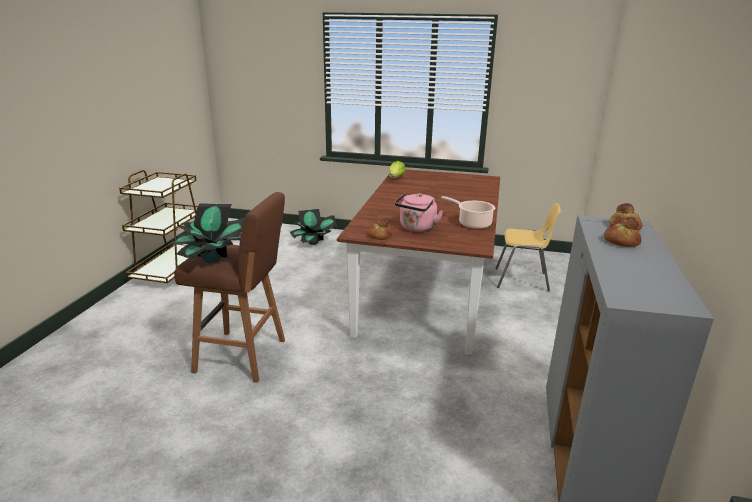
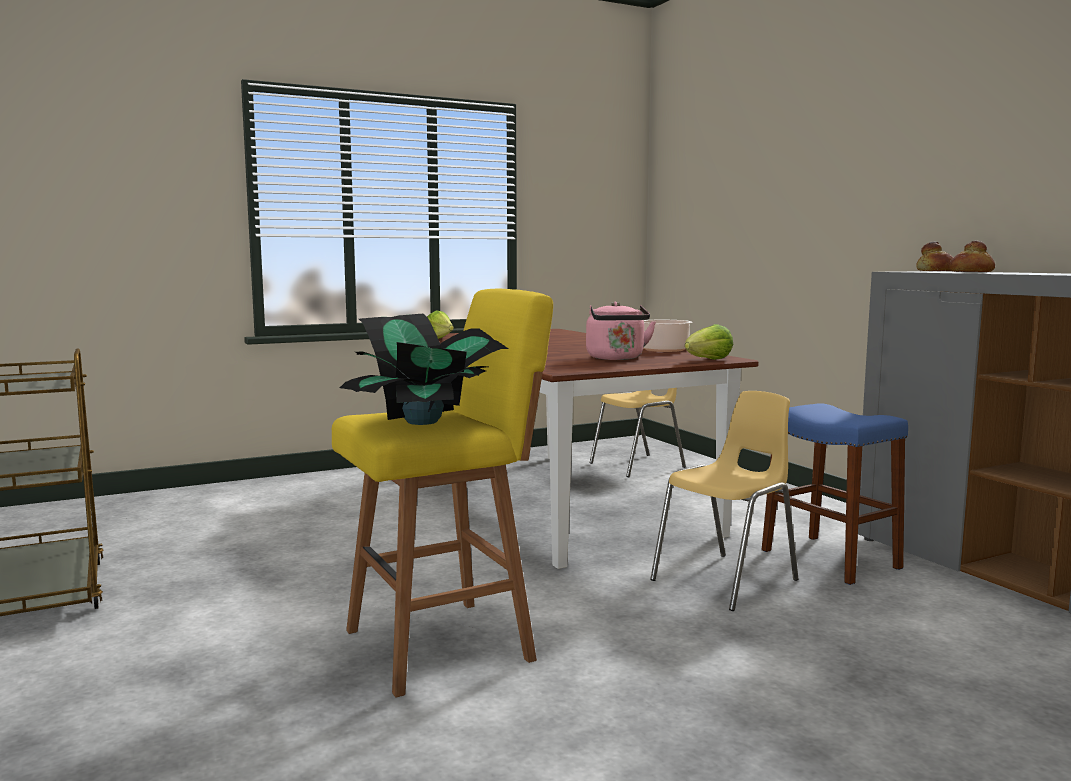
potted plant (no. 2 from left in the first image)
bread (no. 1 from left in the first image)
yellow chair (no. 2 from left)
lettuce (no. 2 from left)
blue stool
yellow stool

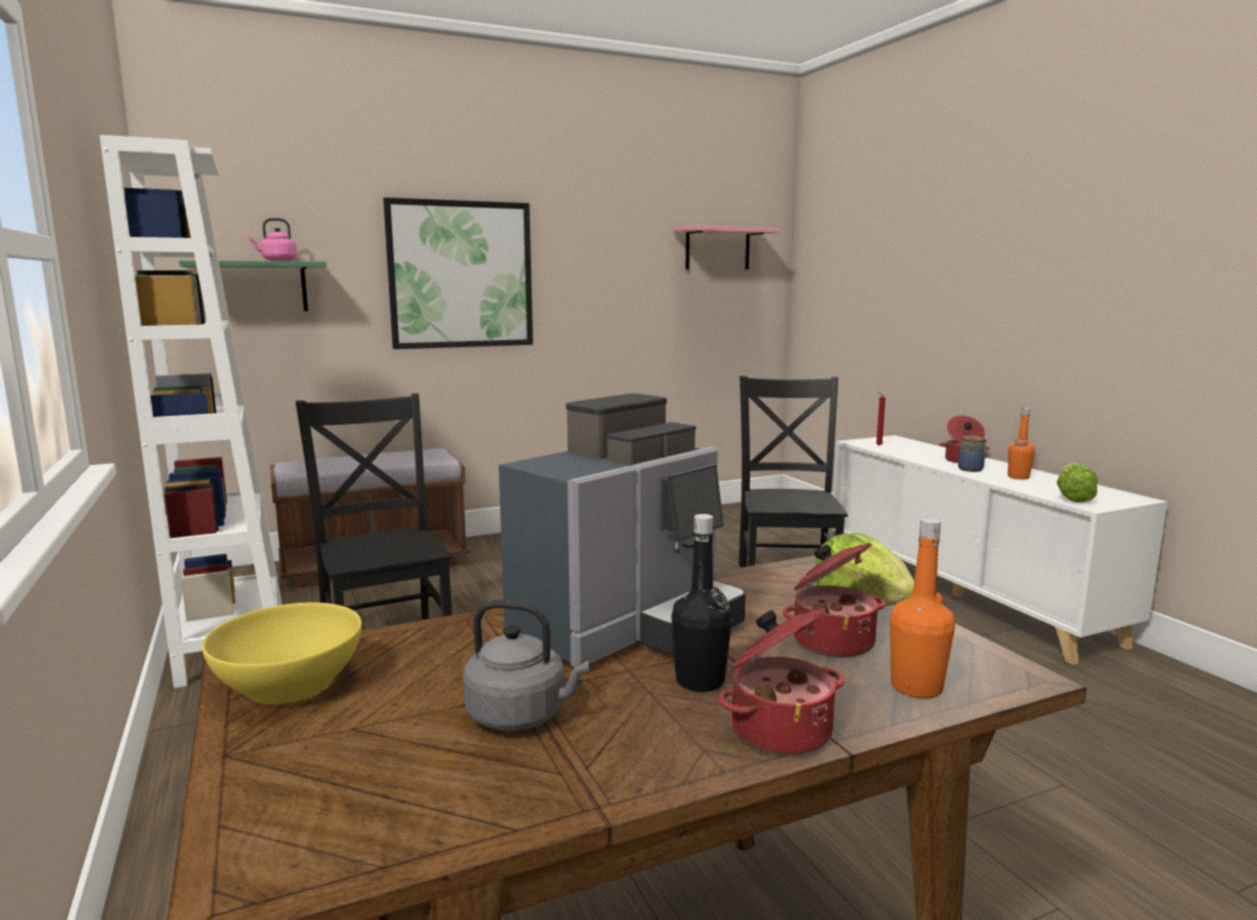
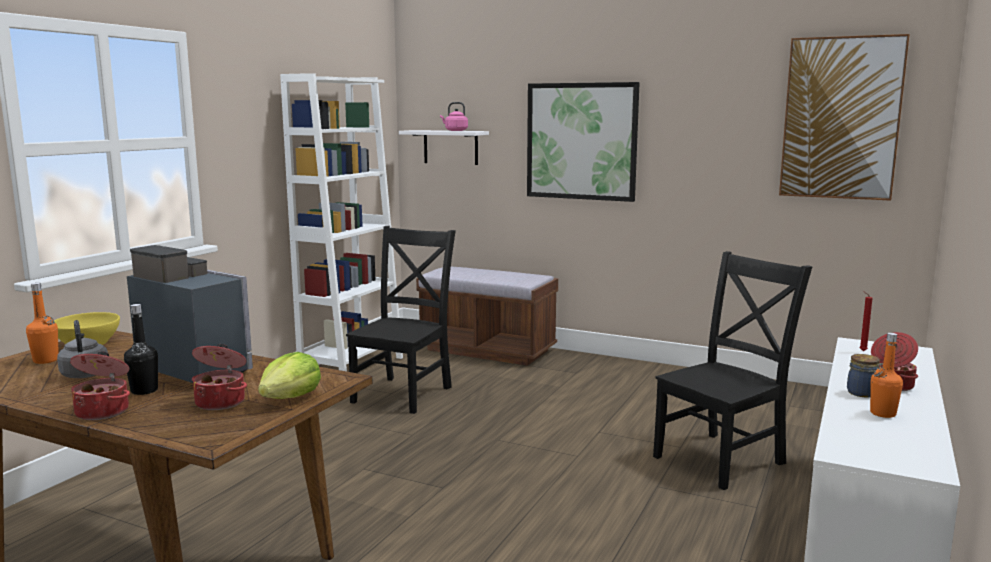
lettuce (no. 2 from left in the first image)
orange bottle (no. 1 from left)
picture (no. 2 from left)
white shelf
coffee machine

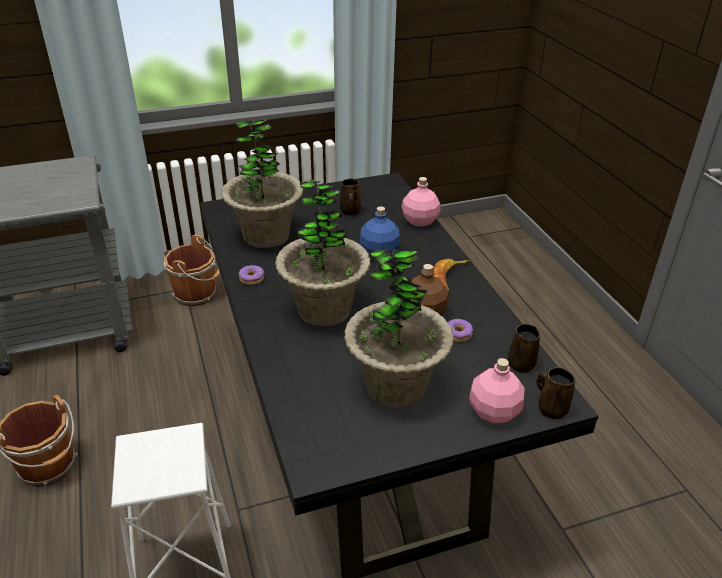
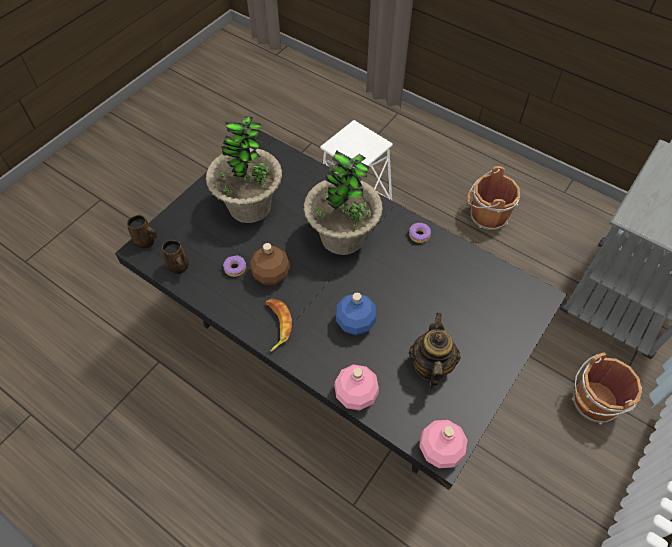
potted plant (no. 1 from left in the first image)
pink bottle (no. 2 from left)
teapot

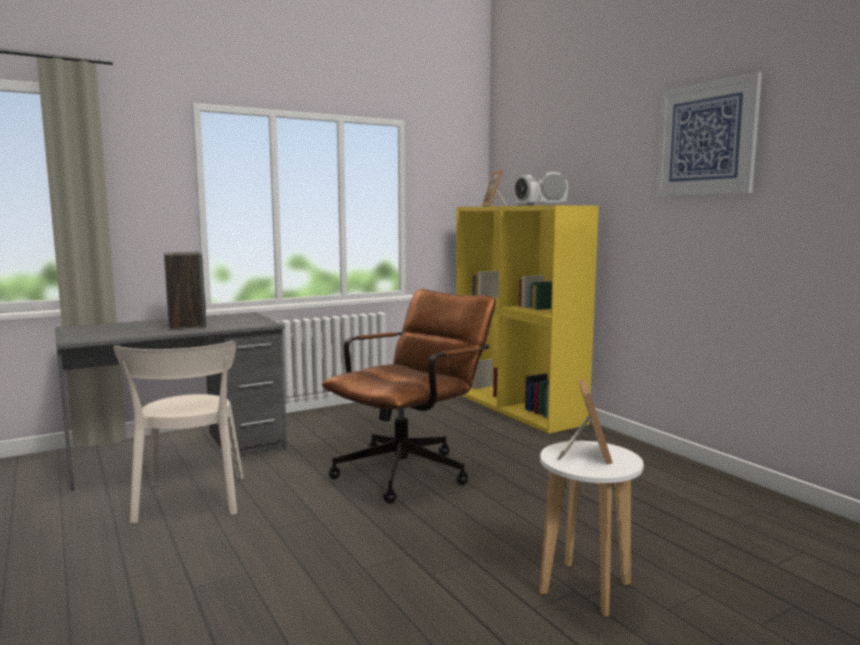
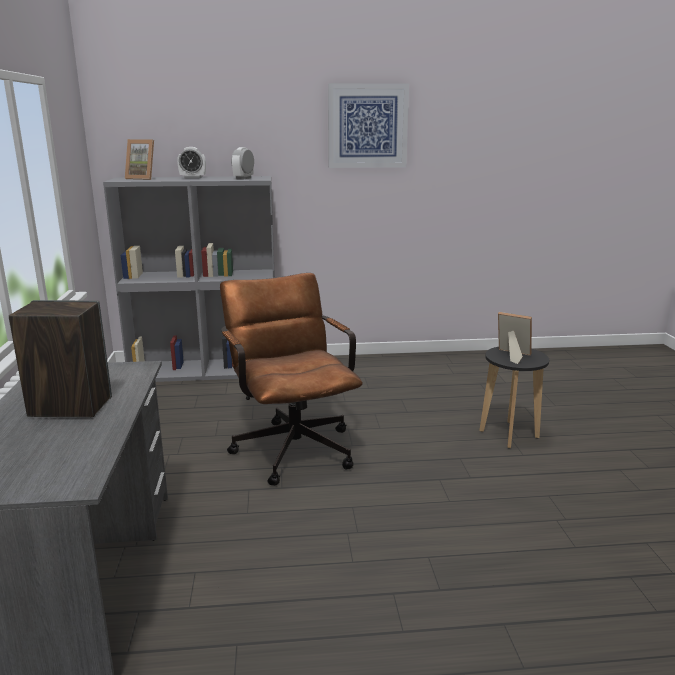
beige chair
grey bookcase
black stool

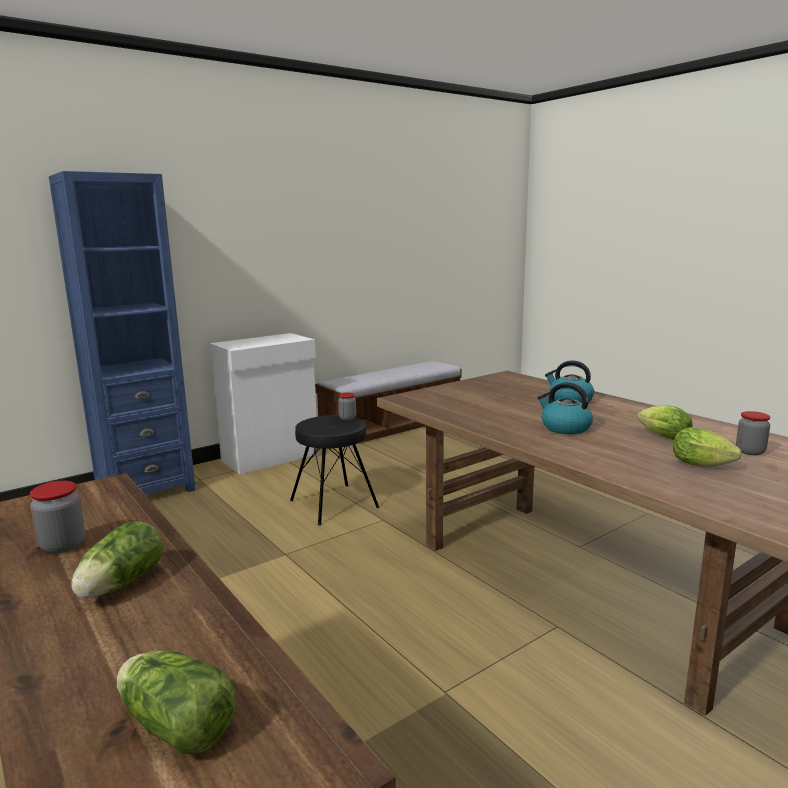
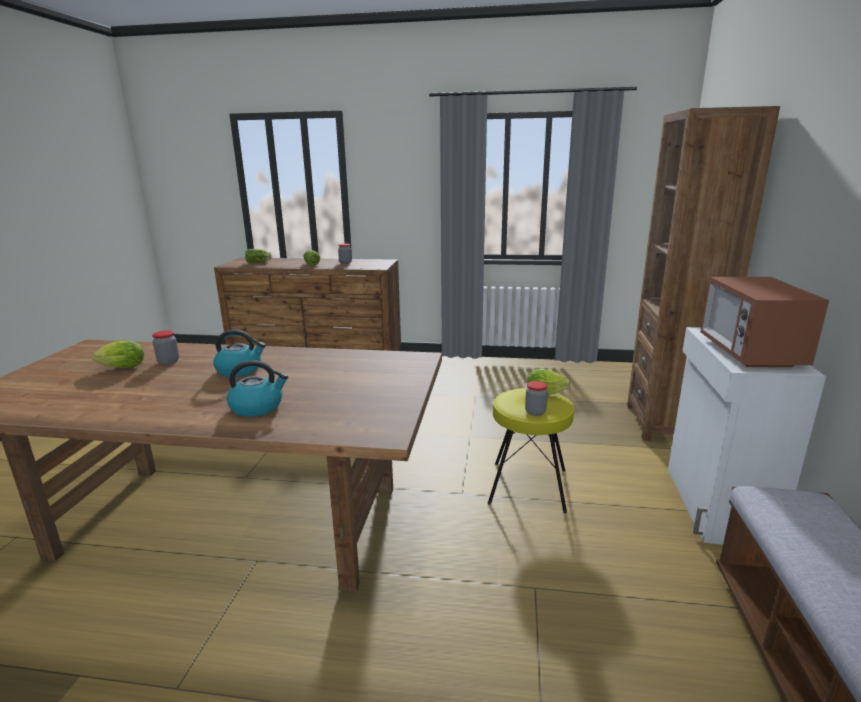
microwave
lettuce (no. 4 from left)
jar (no. 1 from left)
brown bookcase
yellow stool

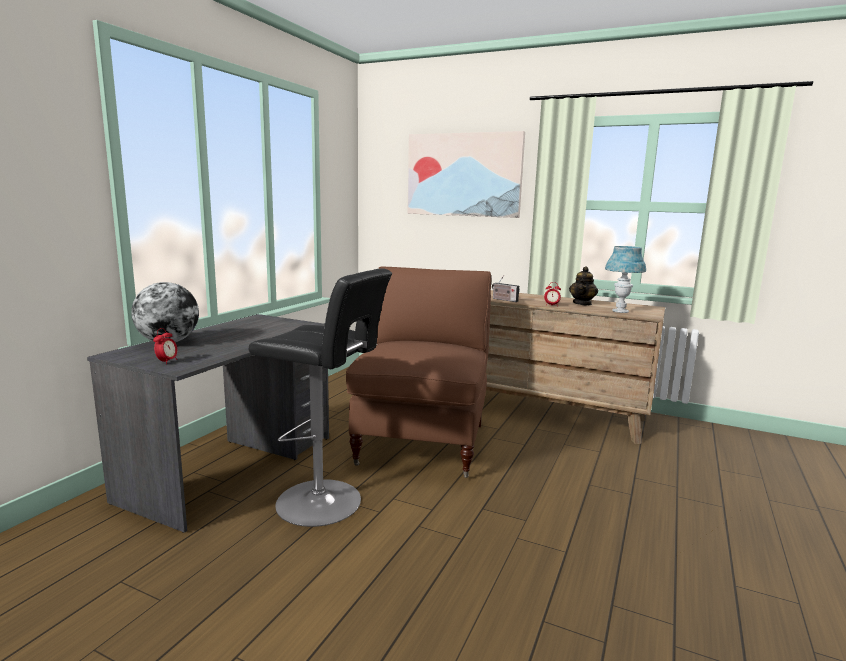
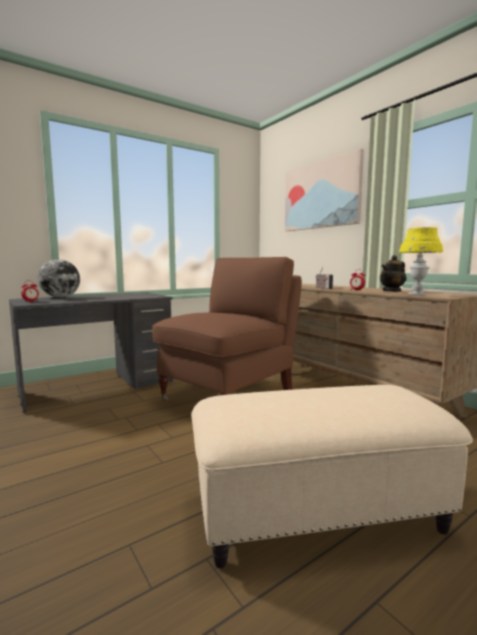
black stool
beige ottoman
yellow table lamp

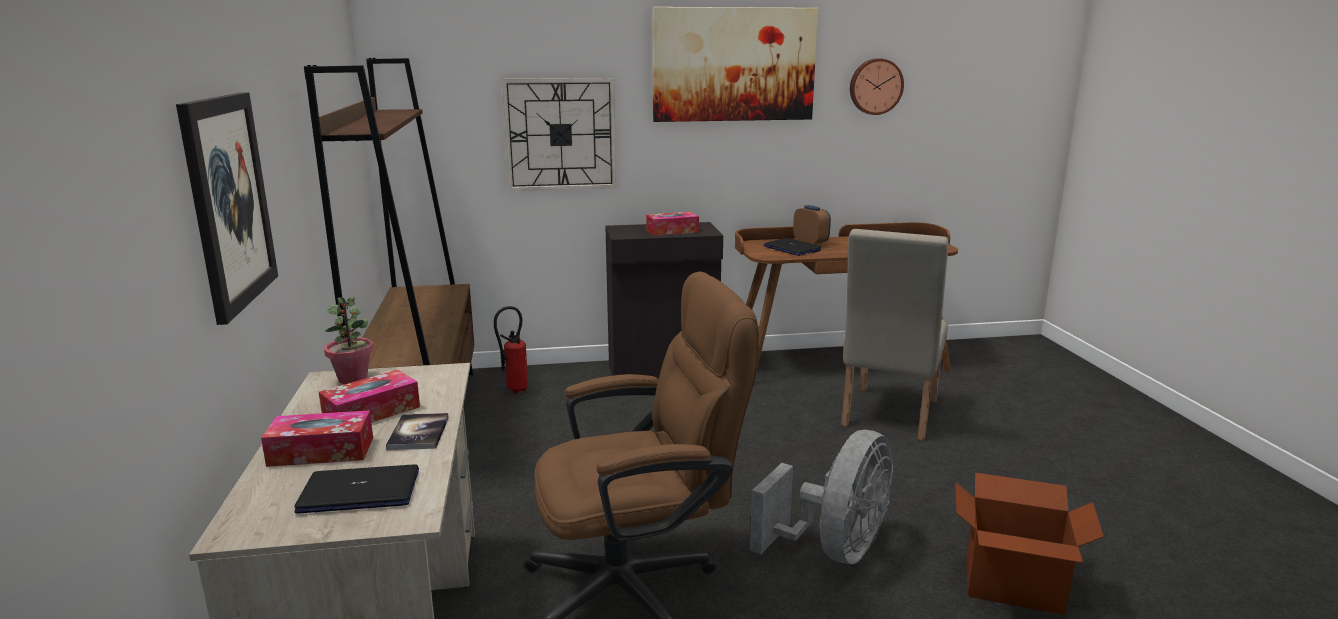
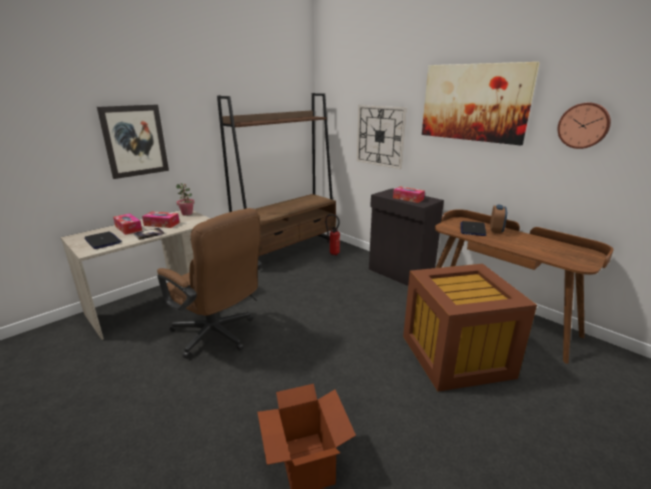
grey fan
brown storage box

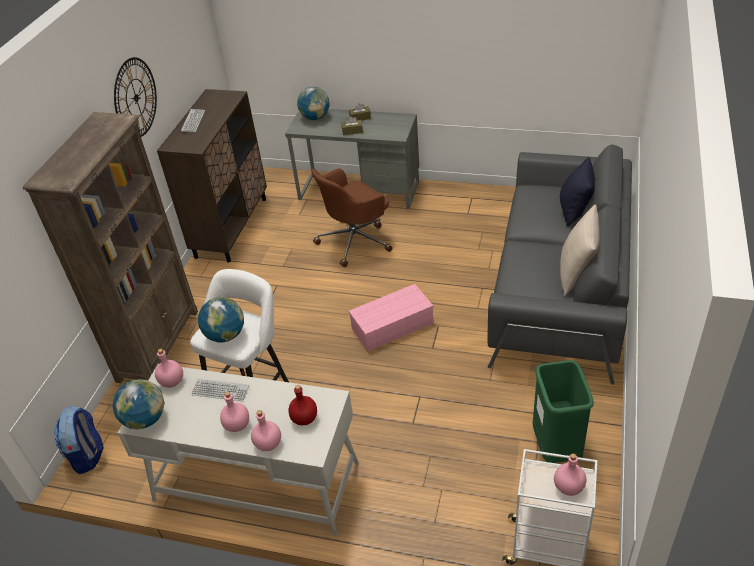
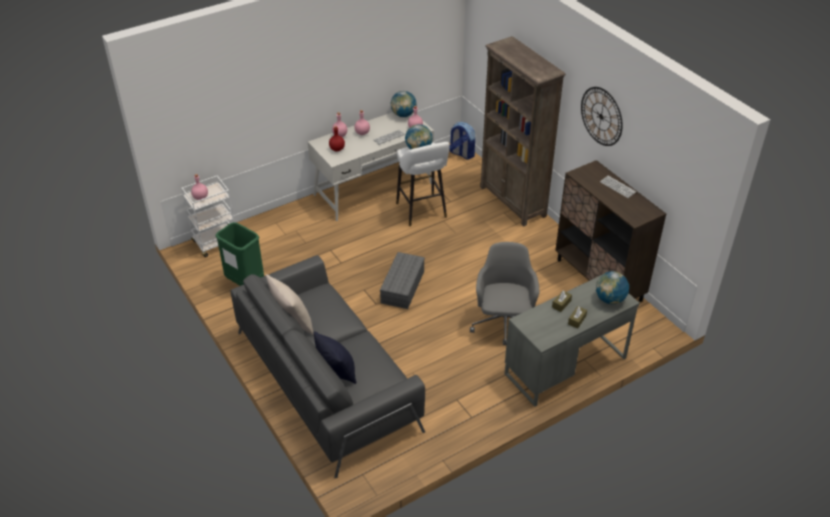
grey office chair
grey storage box

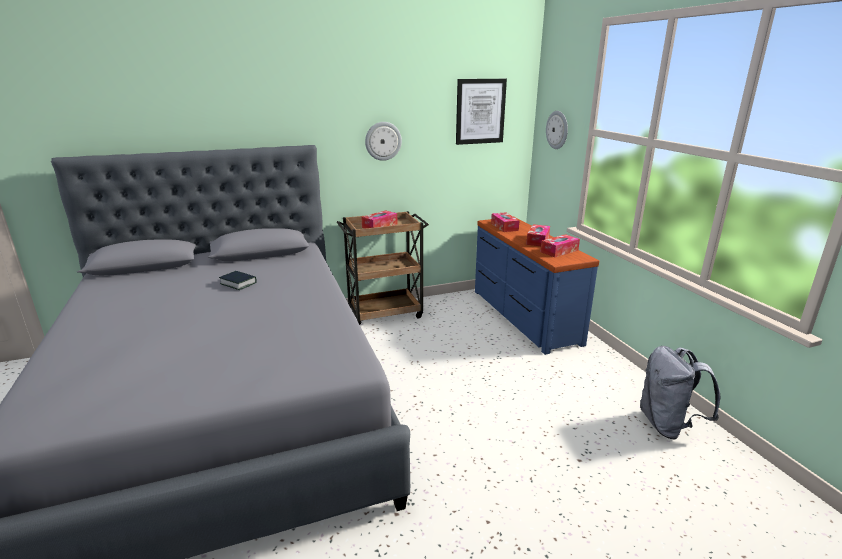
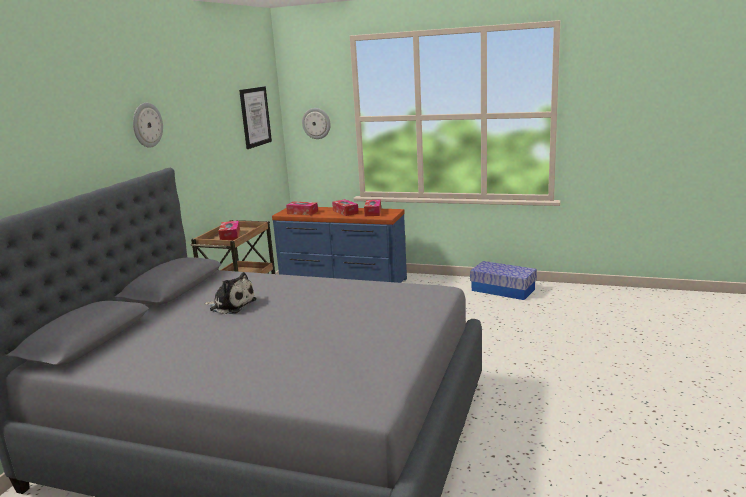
wall clock (no. 1 from left)
plush toy
storage box

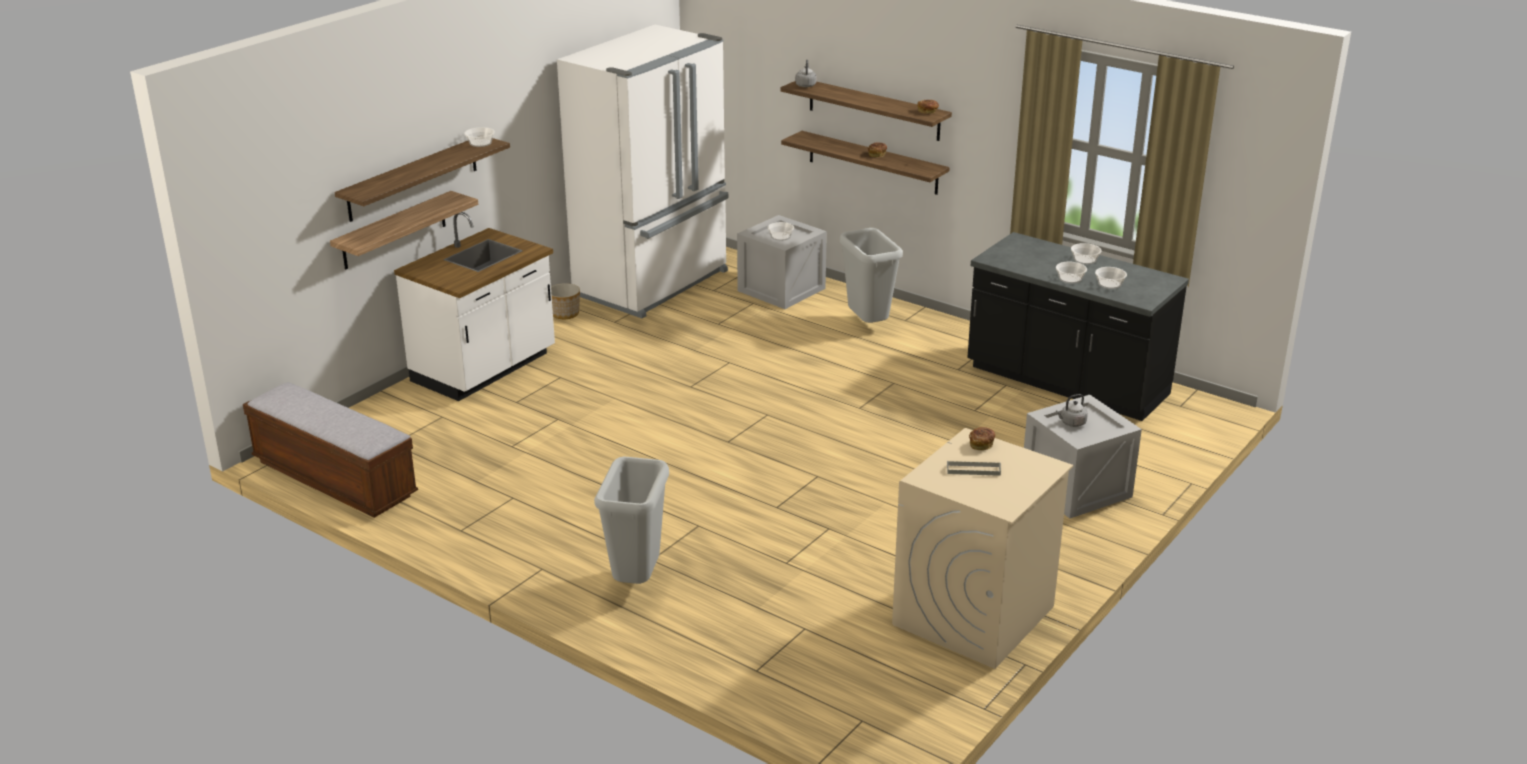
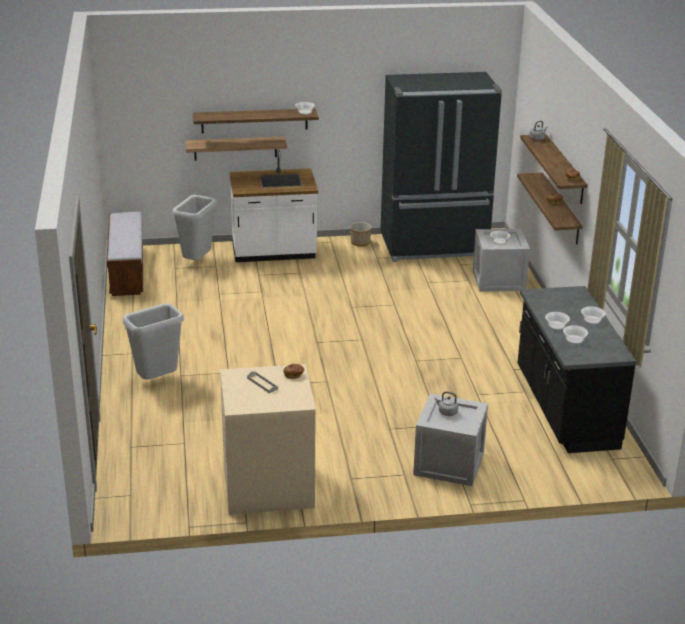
grey trash can (no. 2 from left)
black fridge

